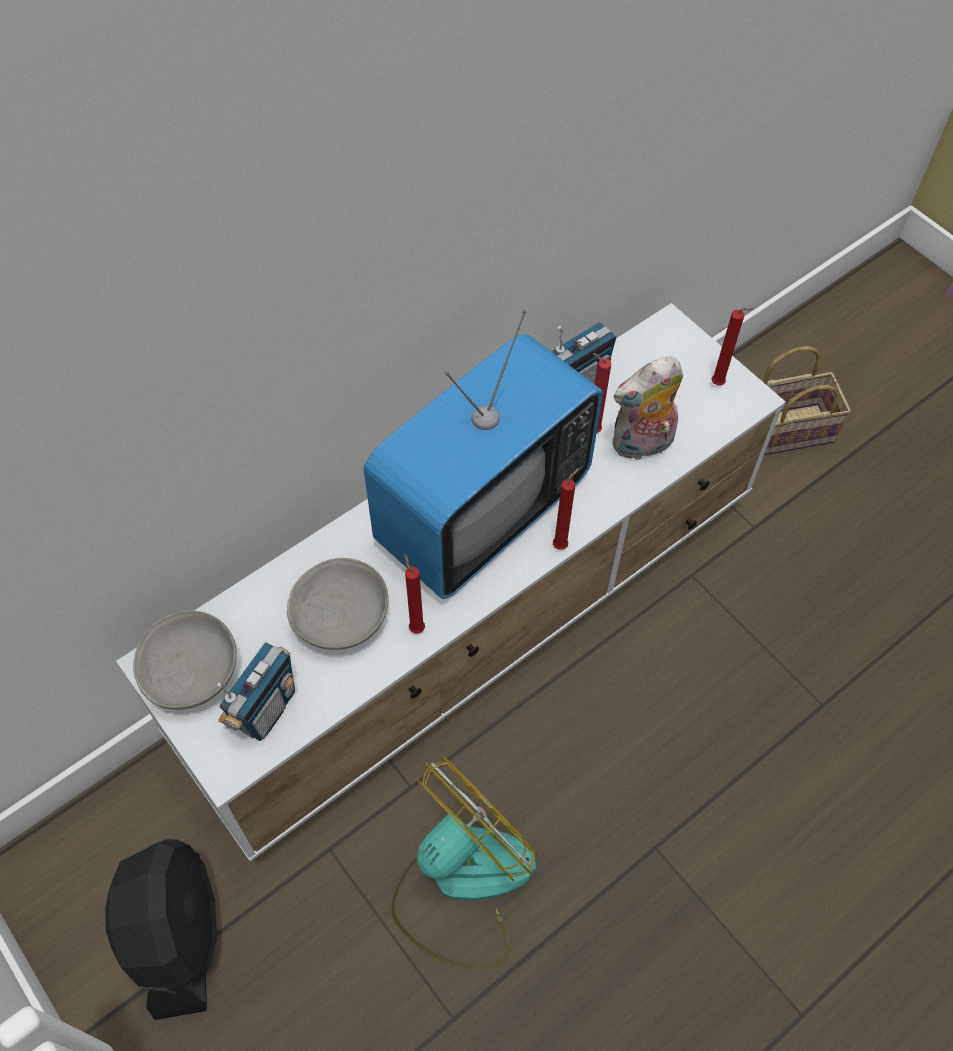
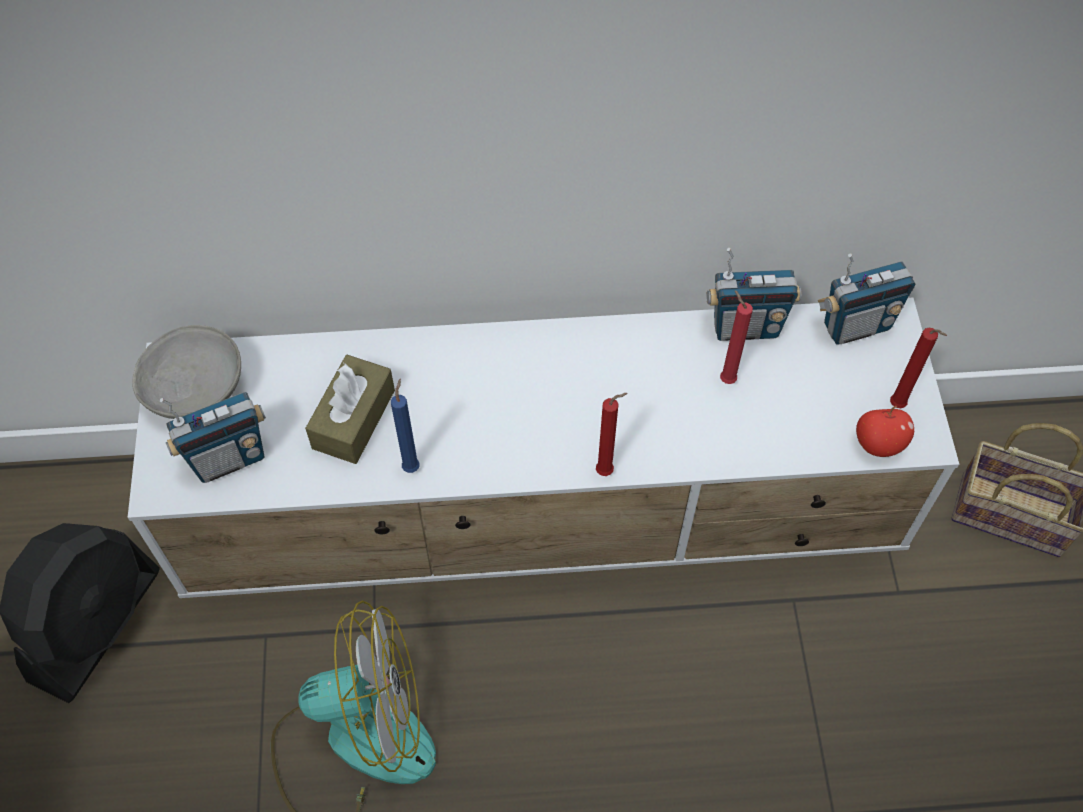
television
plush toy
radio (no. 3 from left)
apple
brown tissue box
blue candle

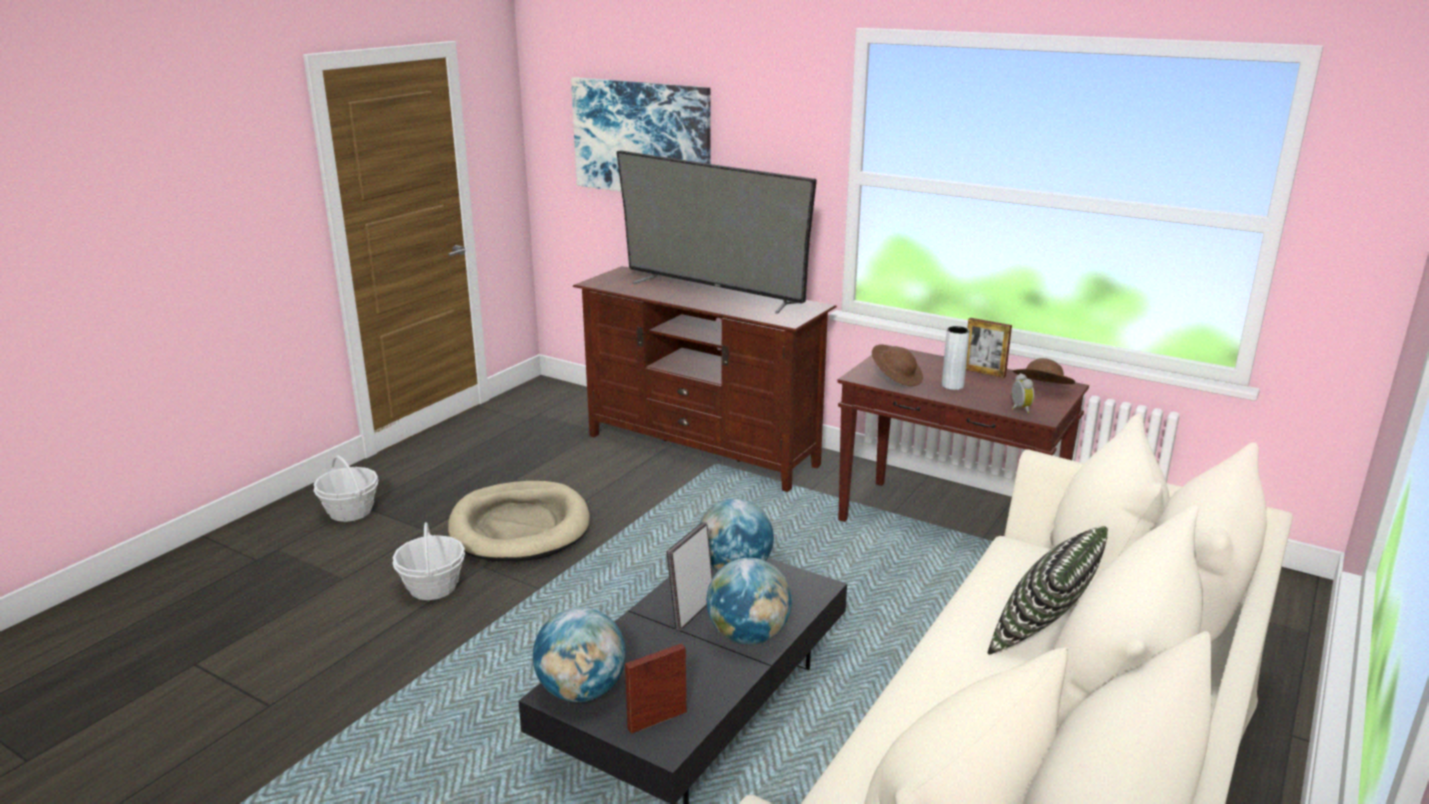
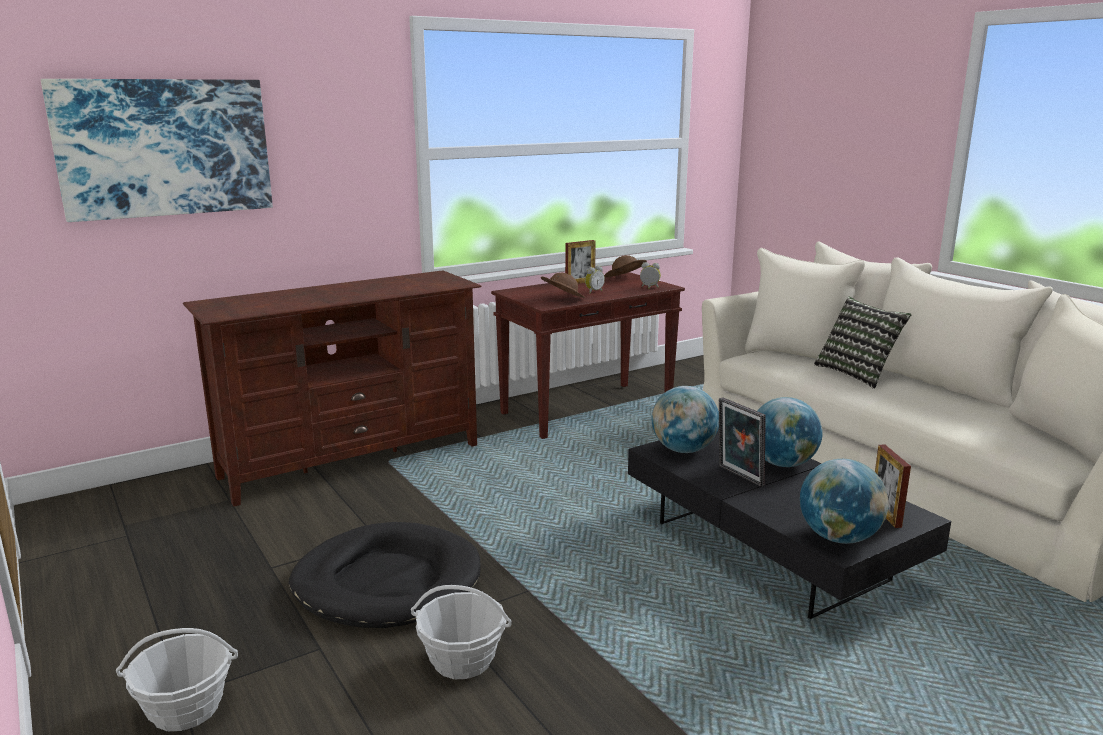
television
alarm clock (no. 1 from left)
black dog bed

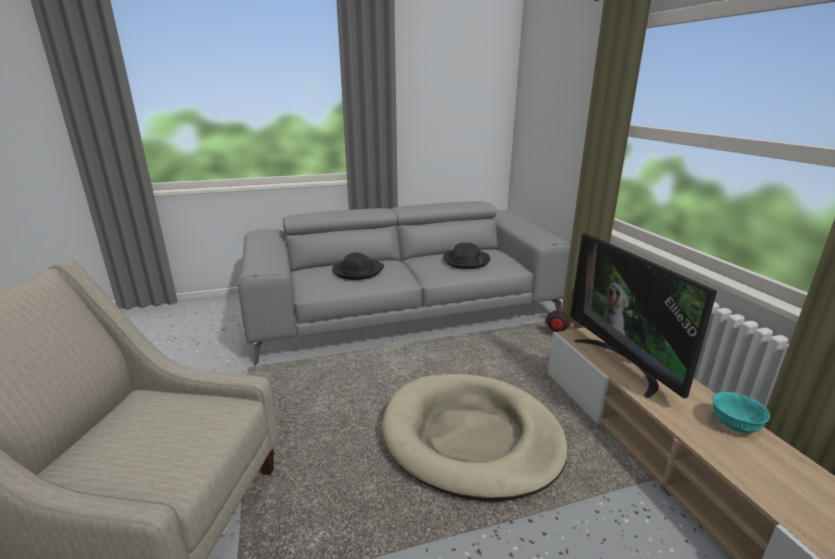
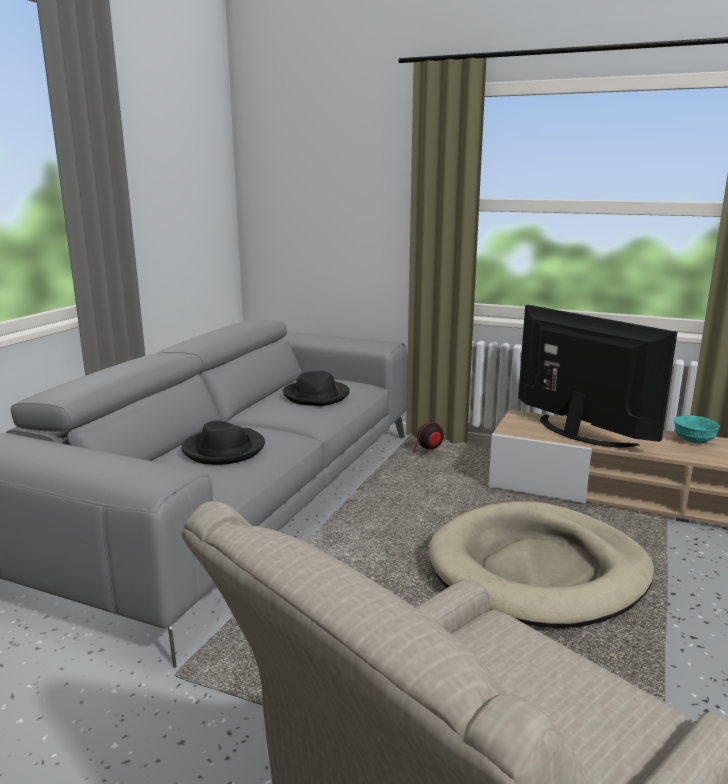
television

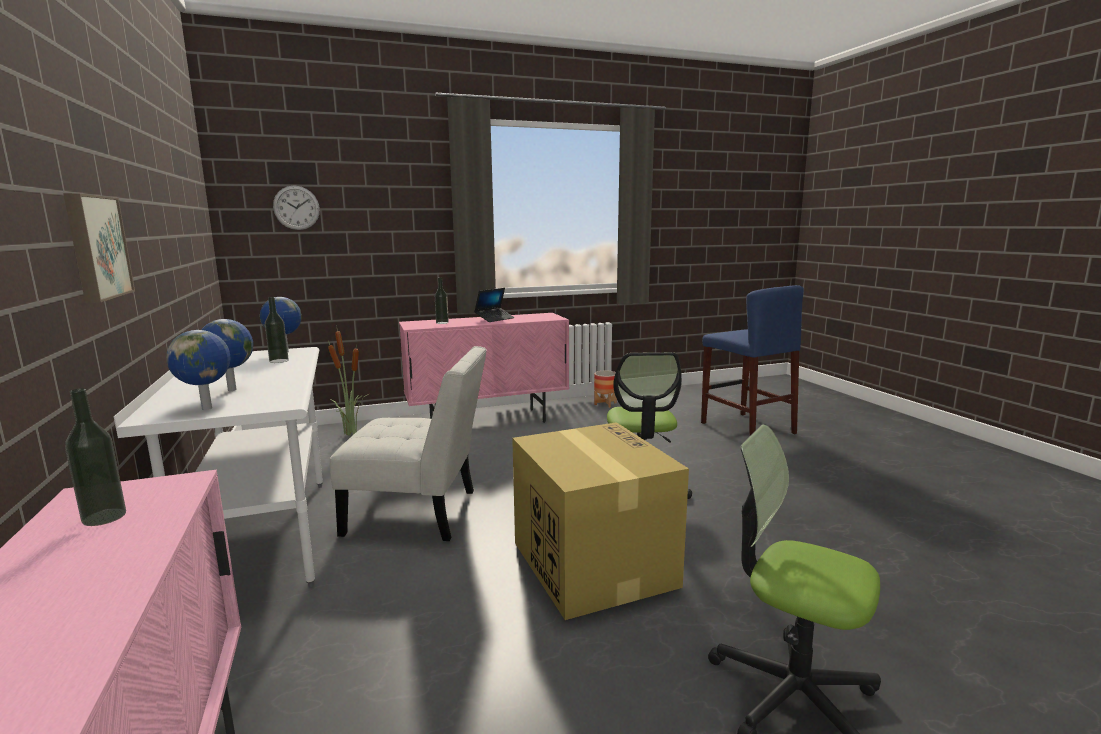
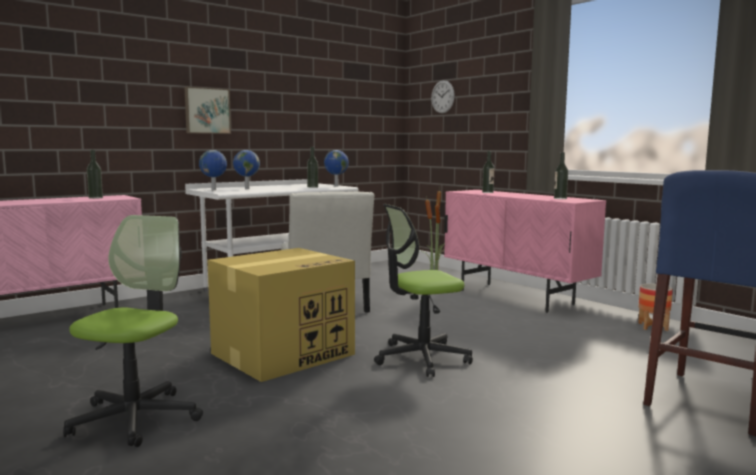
laptop
bottle (no. 4 from left)

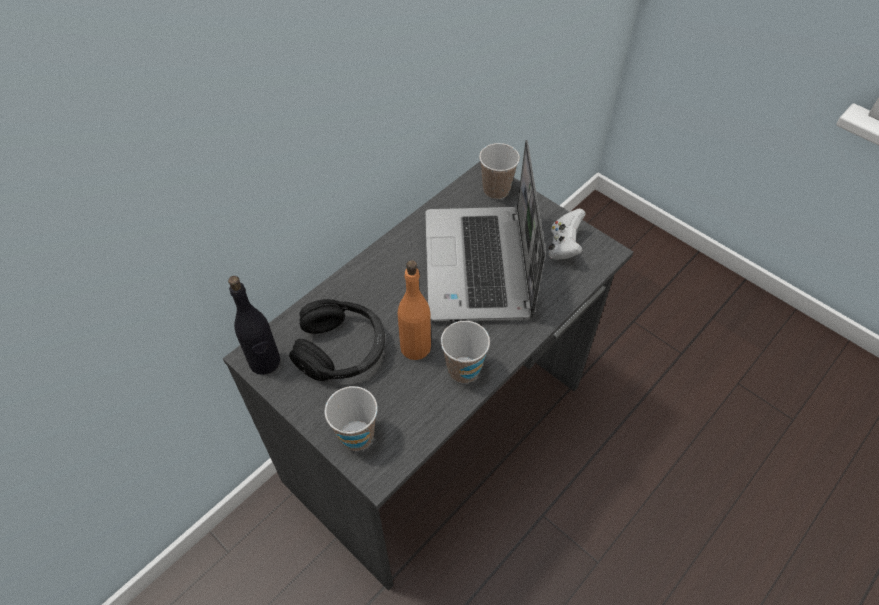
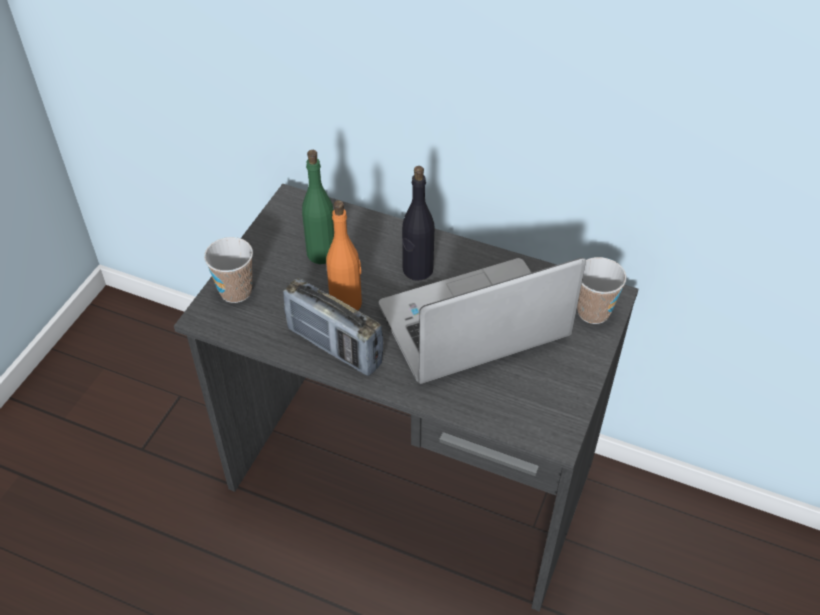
white game controller
black bottle
green bottle
radio

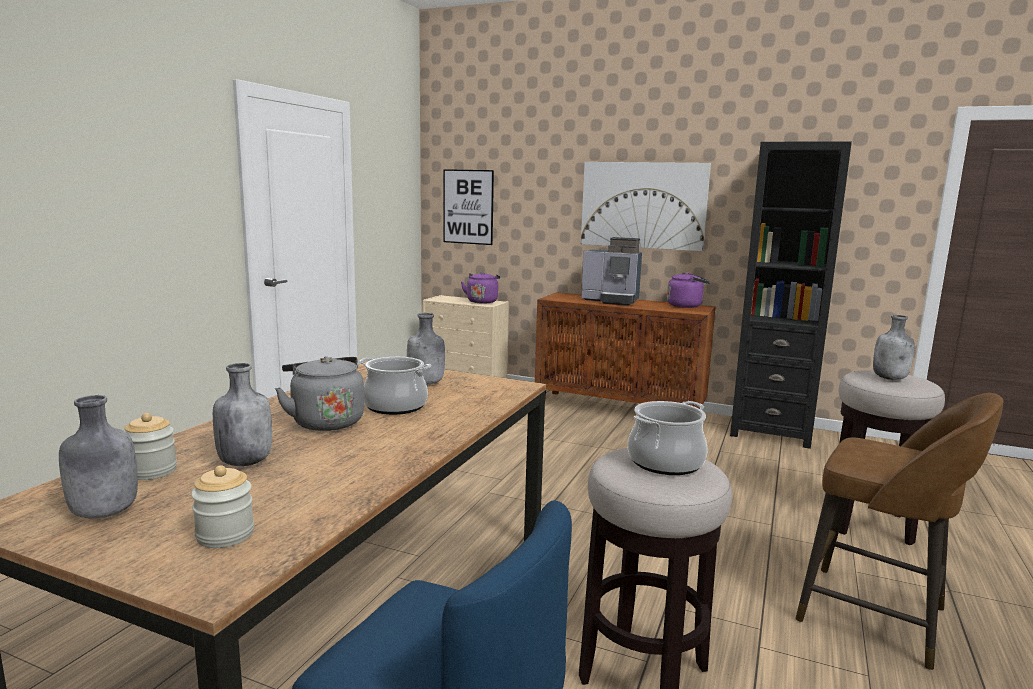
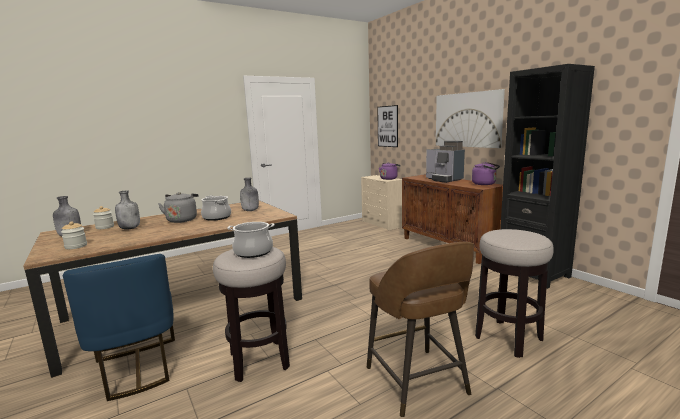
grey bottle (no. 4 from left in the first image)

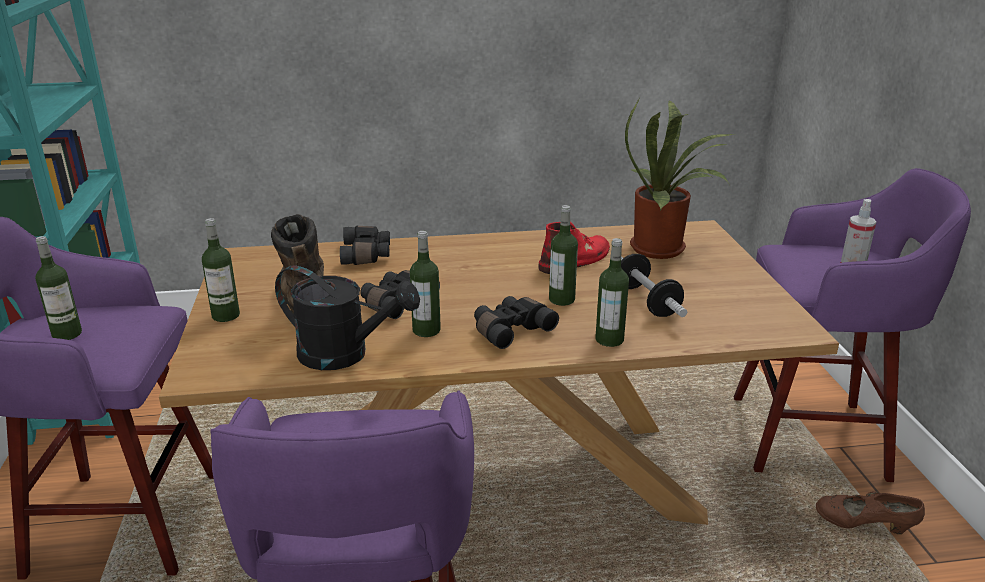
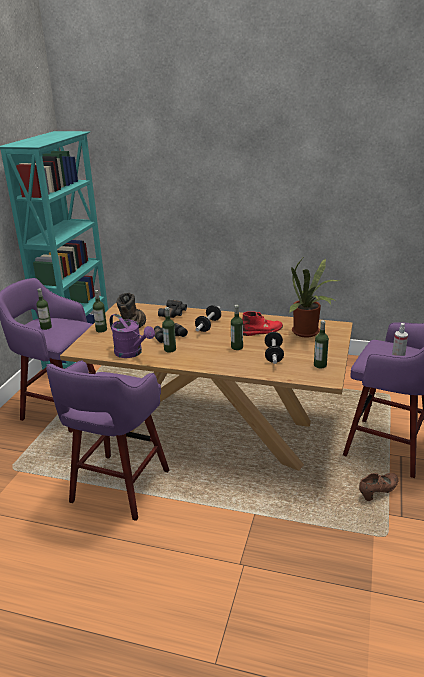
black binoculars (no. 3 from left in the first image)
dumbbell (no. 1 from left)
bottle (no. 5 from left)
purple watering can
brown shoe

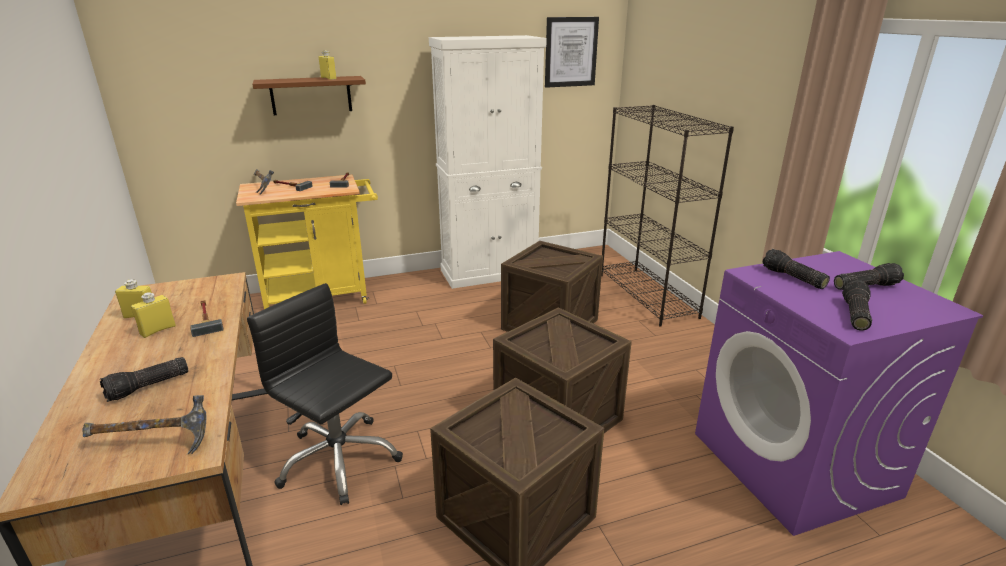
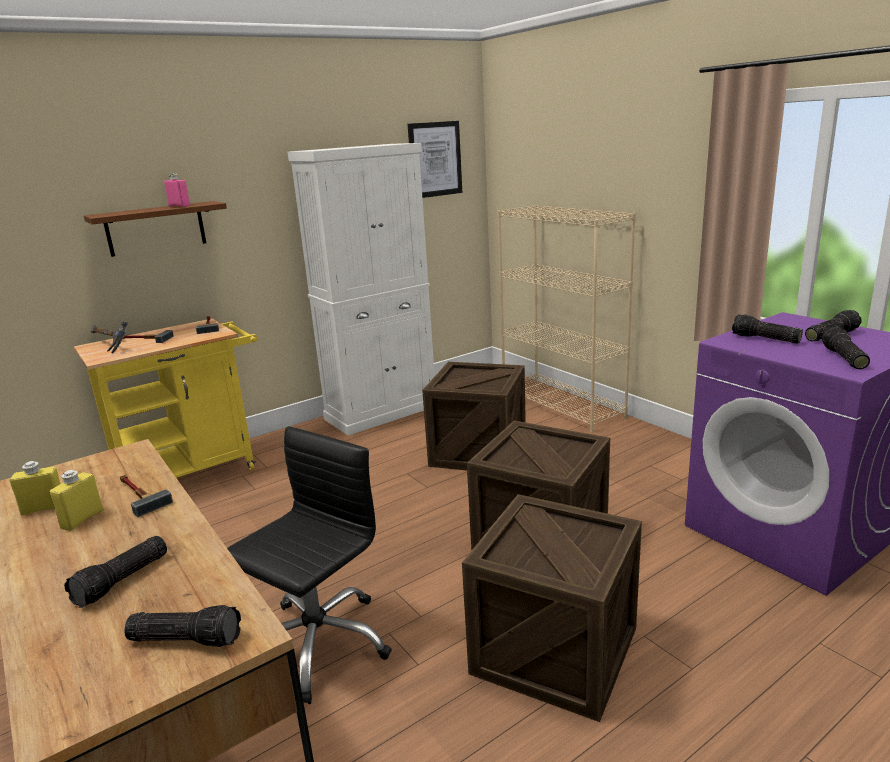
flashlight (no. 2 from left)
pink bottle
beige bookcase
black office chair

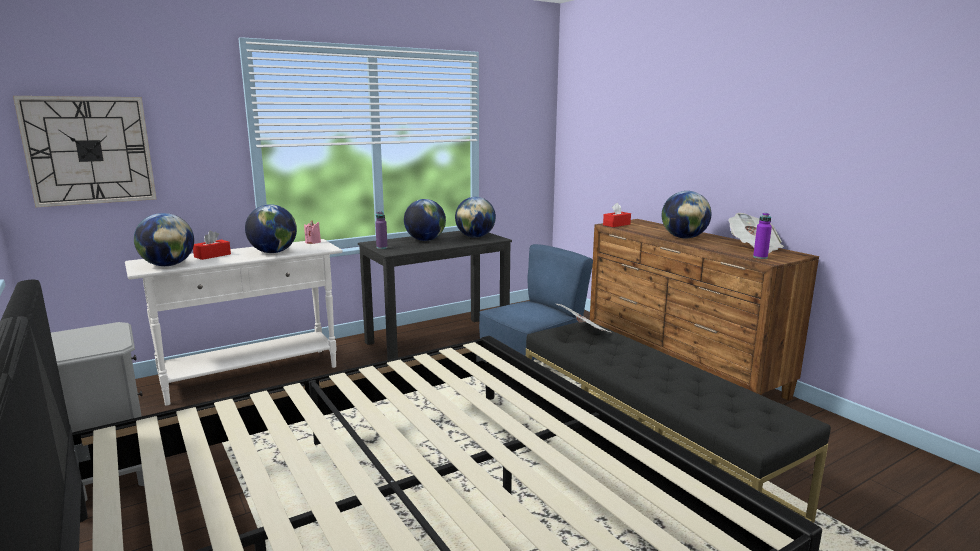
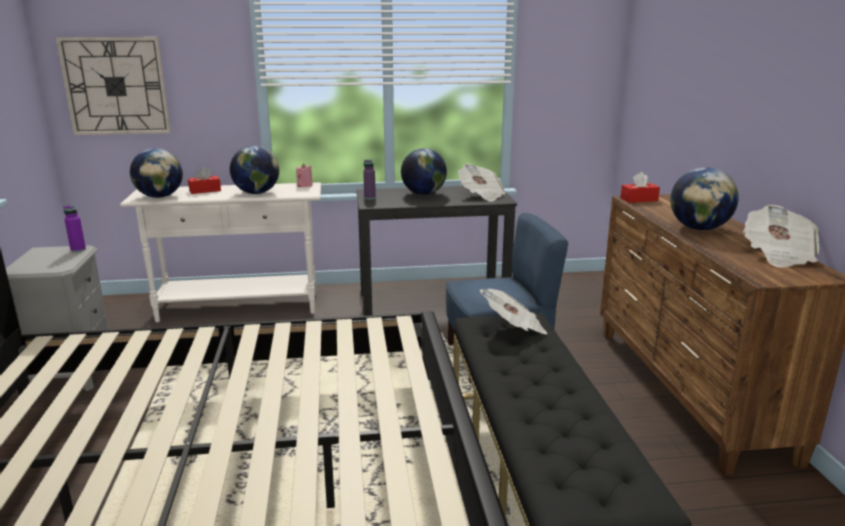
purple bottle (no. 1 from left)
newspaper (no. 1 from left)

